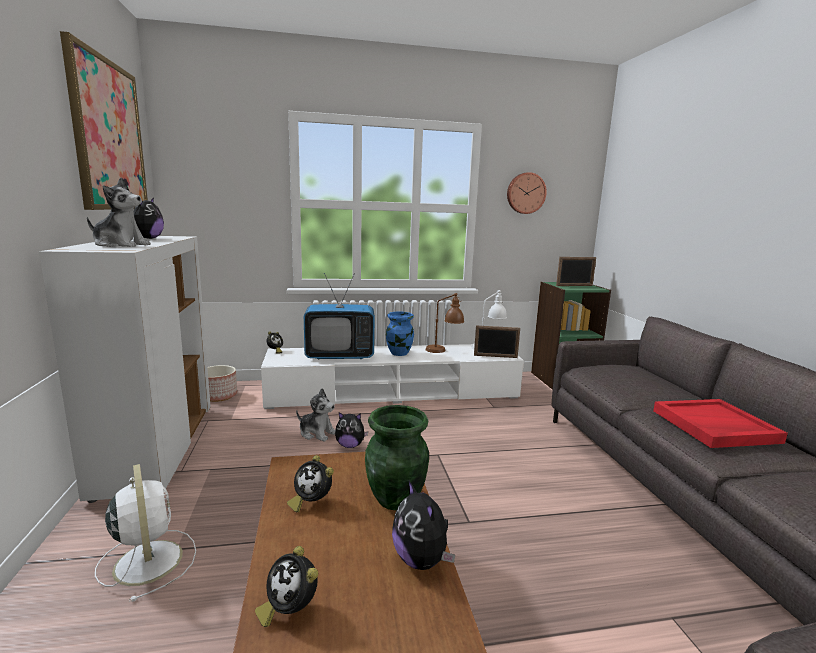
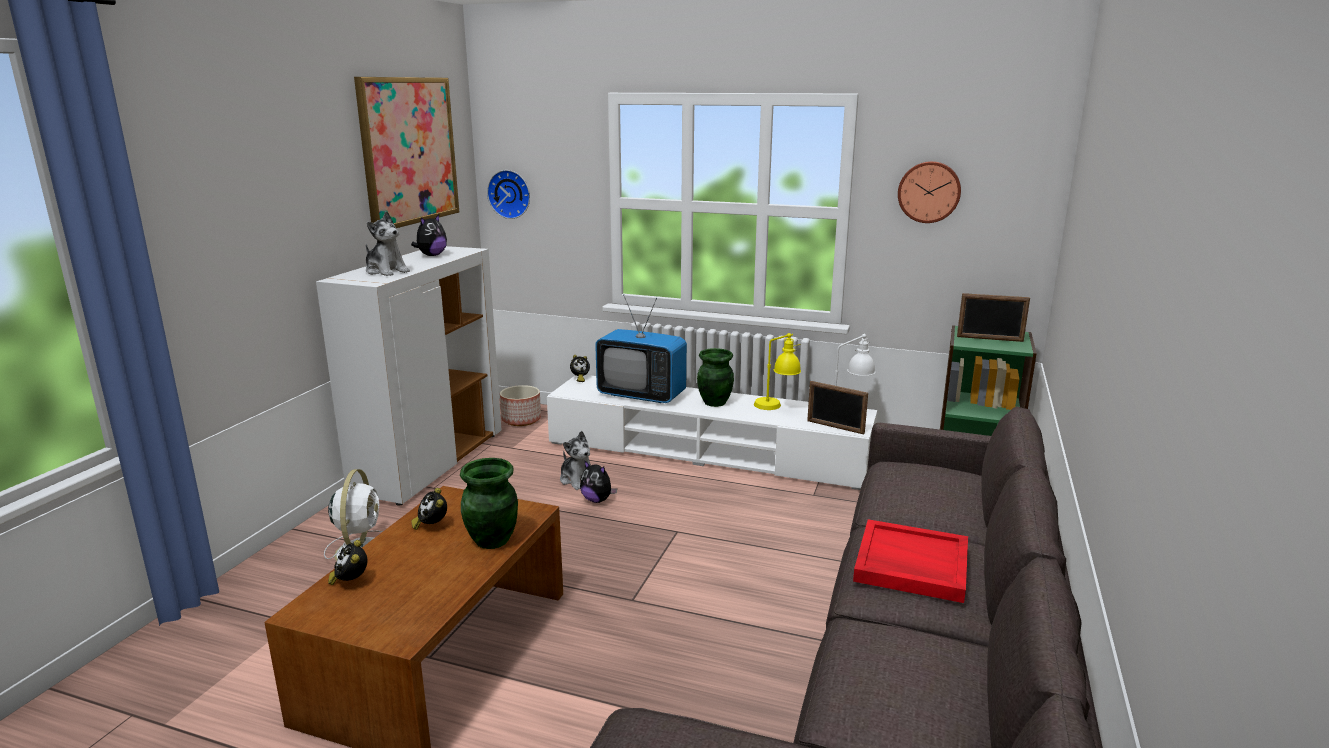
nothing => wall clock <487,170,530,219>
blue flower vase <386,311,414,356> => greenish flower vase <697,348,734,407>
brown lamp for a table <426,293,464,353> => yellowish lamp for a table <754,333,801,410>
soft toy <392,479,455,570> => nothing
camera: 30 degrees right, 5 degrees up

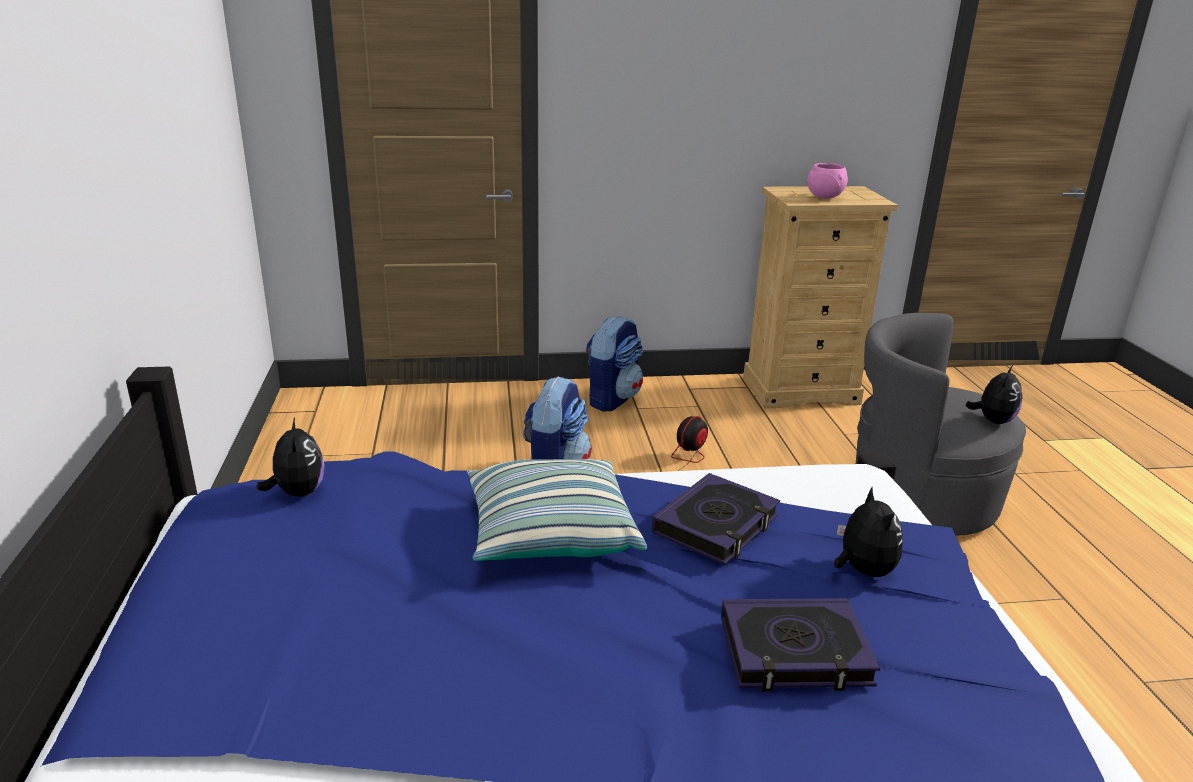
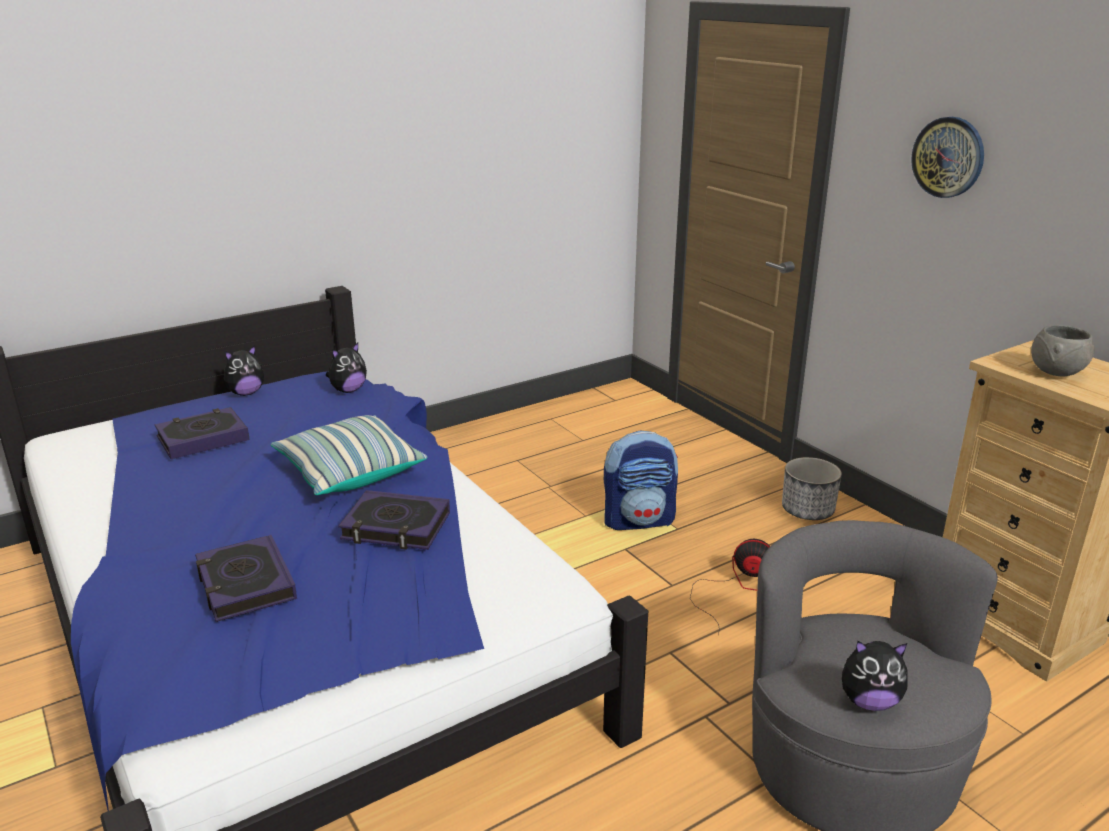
nothing => bound book <155,407,249,459>
soft toy <834,487,903,577> => soft toy <224,345,264,396>, shifted
backpack <586,315,643,412> => planter <782,457,842,520>
nothing => wall clock <911,117,984,198>
pinkish serving bowl <807,163,848,199> => greyish serving bowl <1031,325,1095,376>
camera: 65 degrees right, 0 degrees up

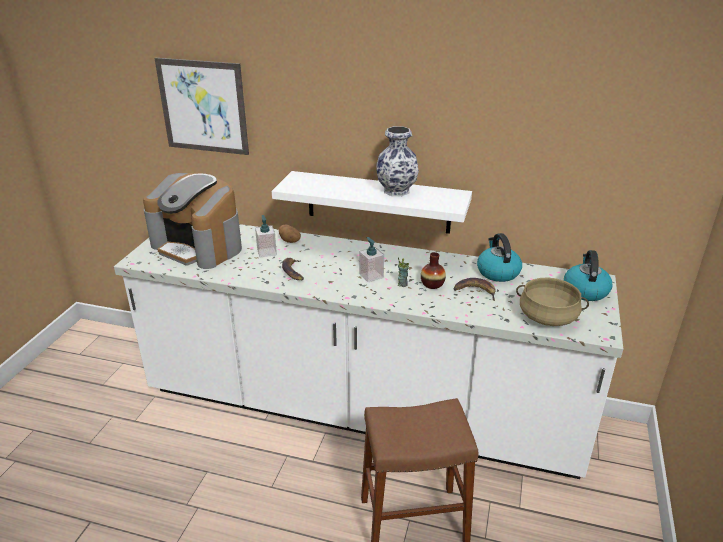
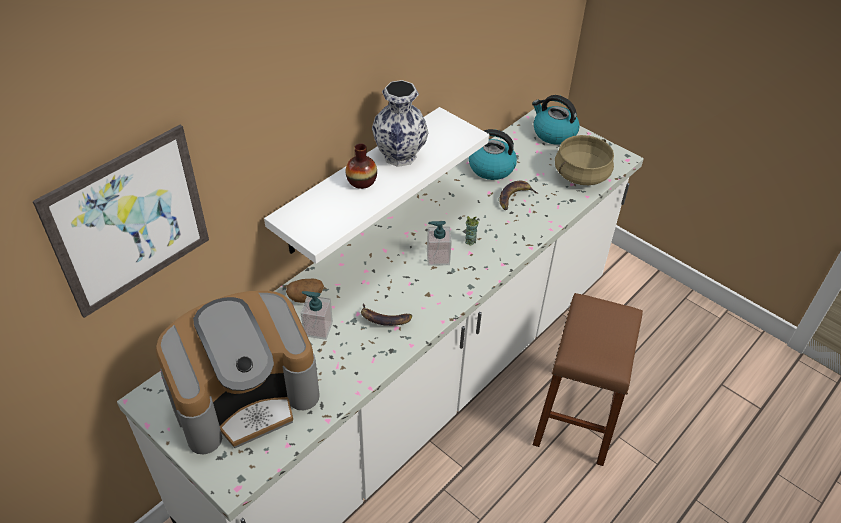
flower vase <421,252,446,289> => flower vase <346,143,377,189>, shifted
camera: 65 degrees left, 15 degrees up

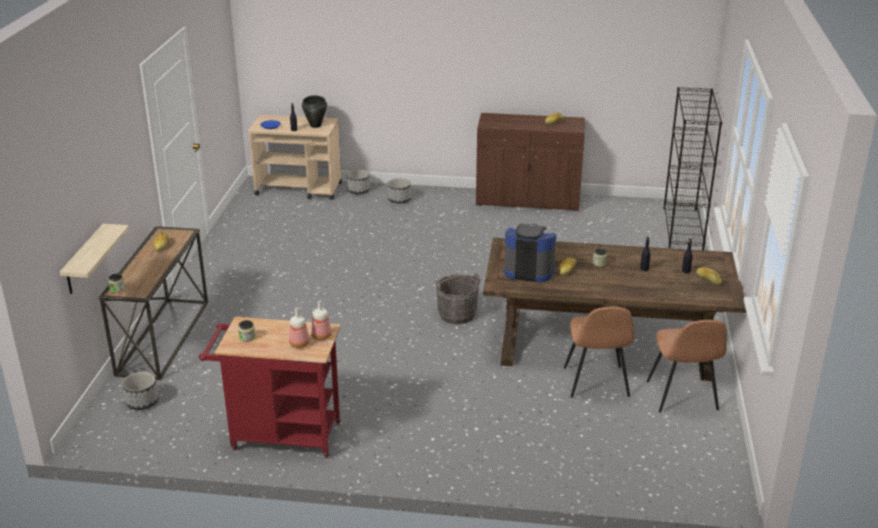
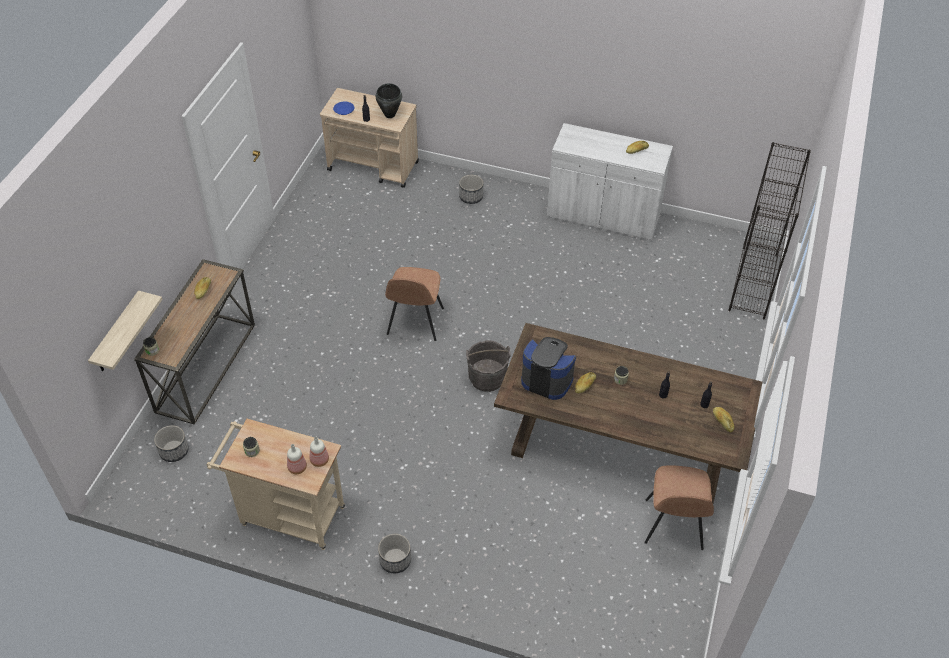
red-coloured cart <199,317,341,458> => beige cart <207,419,345,550>
planter <347,169,370,194> => planter <378,534,411,573>, shifted
brown chair <564,307,634,398> => brown chair <385,267,444,341>, shifted
brown cabinet <476,113,585,211> => whitish cabinet <547,123,673,240>
camera: 10 degrees right, 20 degrees up

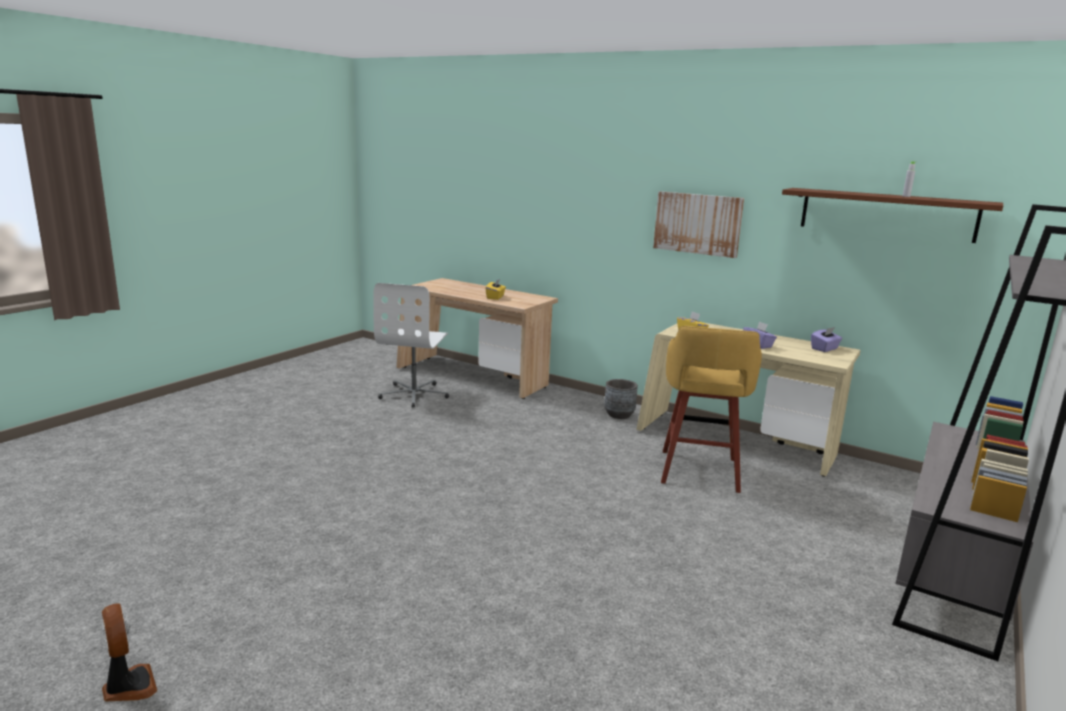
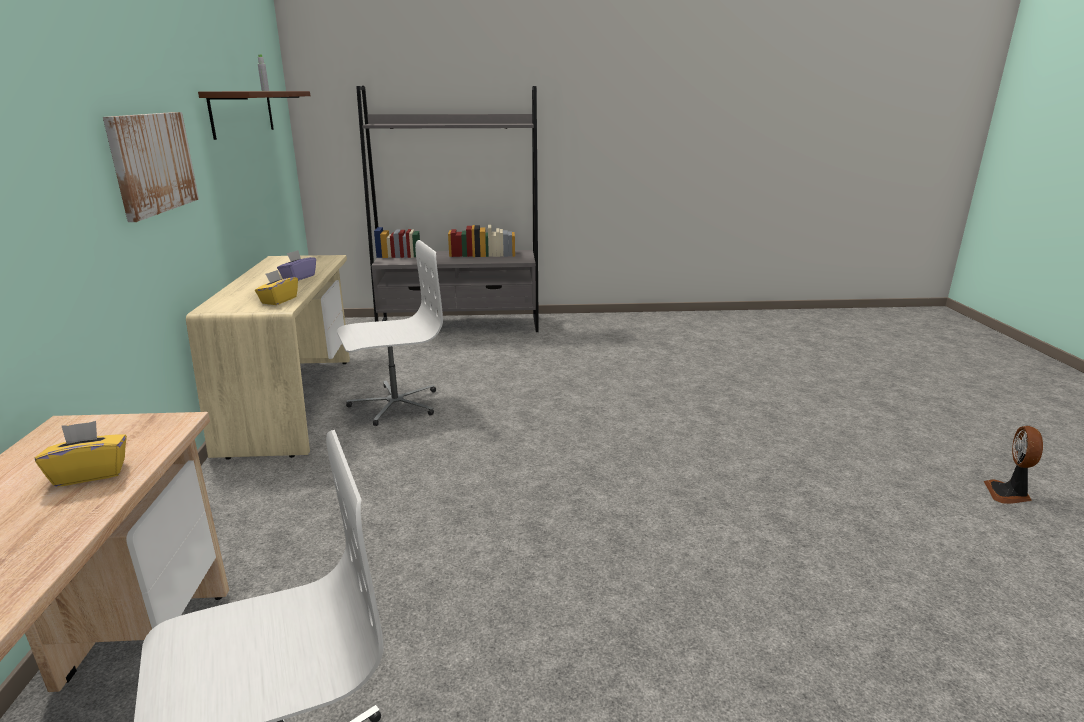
yellowish stool <661,326,762,493> => whitish computer chair <337,240,443,426>
greyish planter <604,379,638,419> => nothing
purple-coloured tissue holder <811,327,842,352> => nothing
camera: 125 degrees left, 5 degrees up

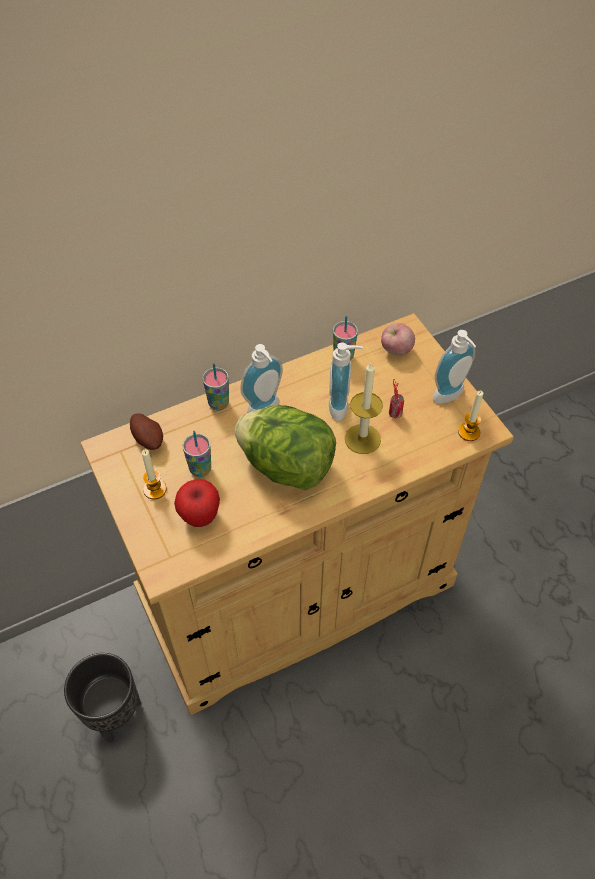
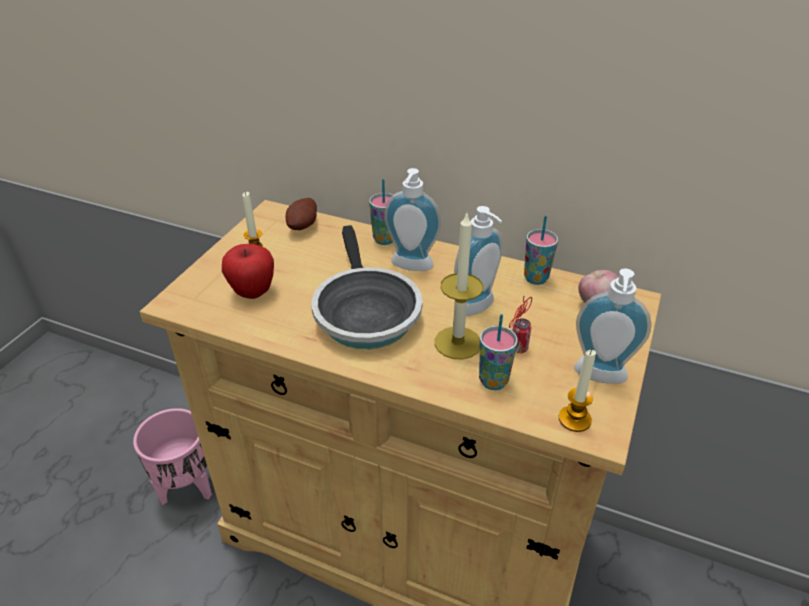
blackish planter <64,653,141,743> => pinkish planter <133,408,212,505>
lettuce head <234,405,336,490> => pan <312,225,423,349>
cup <183,431,211,477> => cup <479,314,518,390>, shifted
camera: 50 degrees right, 15 degrees down

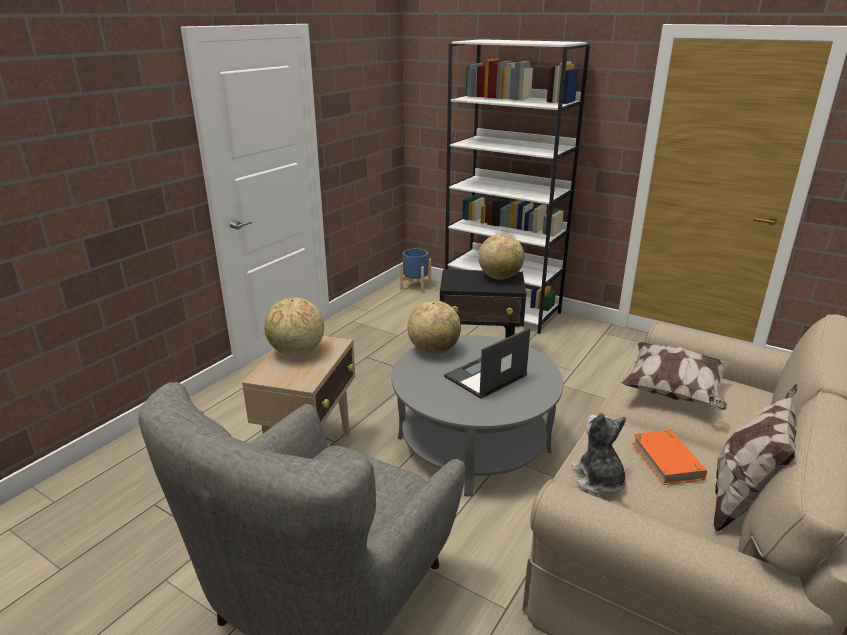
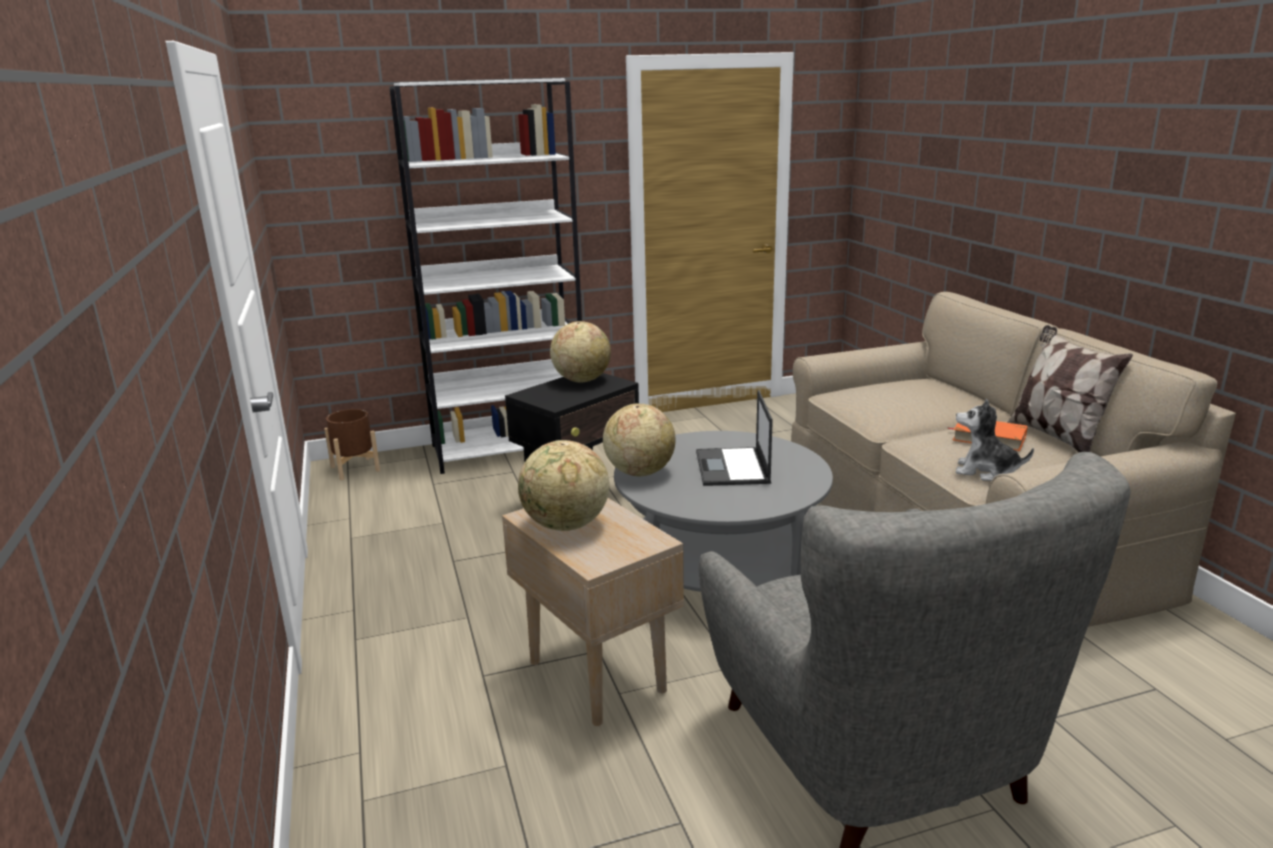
blue planter <399,248,431,293> => brown planter <324,409,380,480>
pillow <622,342,730,410> => nothing
camera: 50 degrees left, 5 degrees down

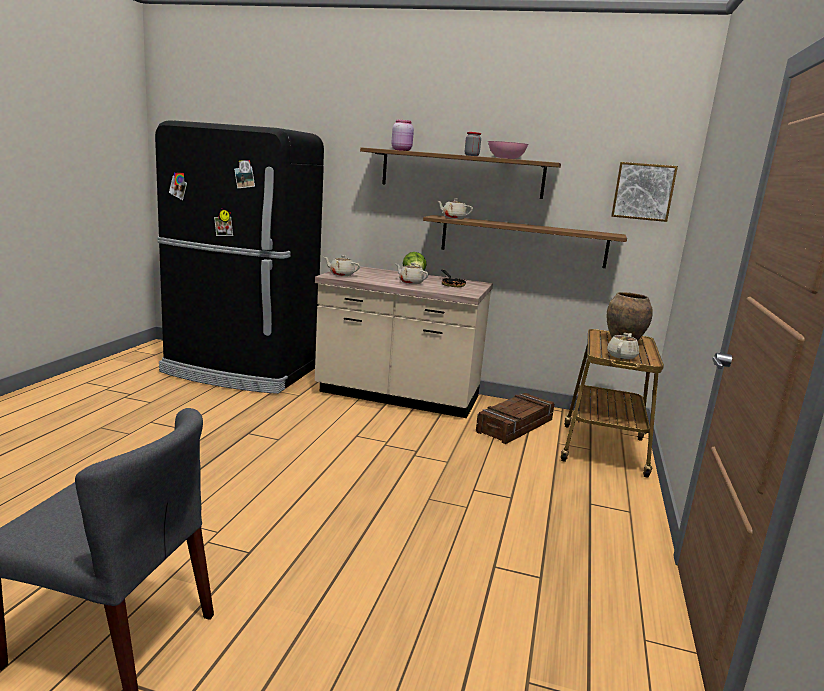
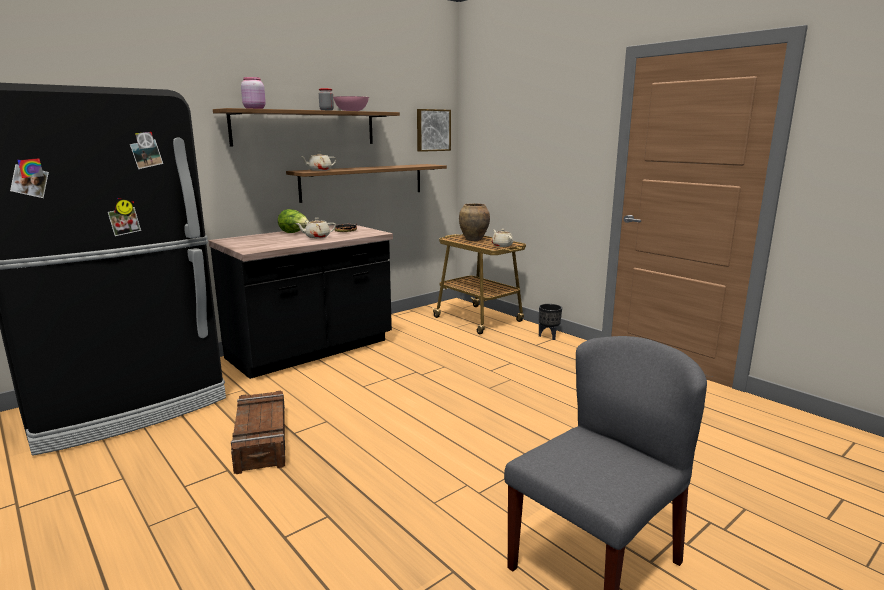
beige kitchen base unit <315,266,493,418> => blackish kitchen base unit <208,223,393,379>
shipping crate <476,393,554,444> => shipping crate <231,391,285,474>, shifted
nothing => blackish planter <539,304,562,340>
beige teapot <324,255,360,276> => nothing
camera: 55 degrees left, 0 degrees up

